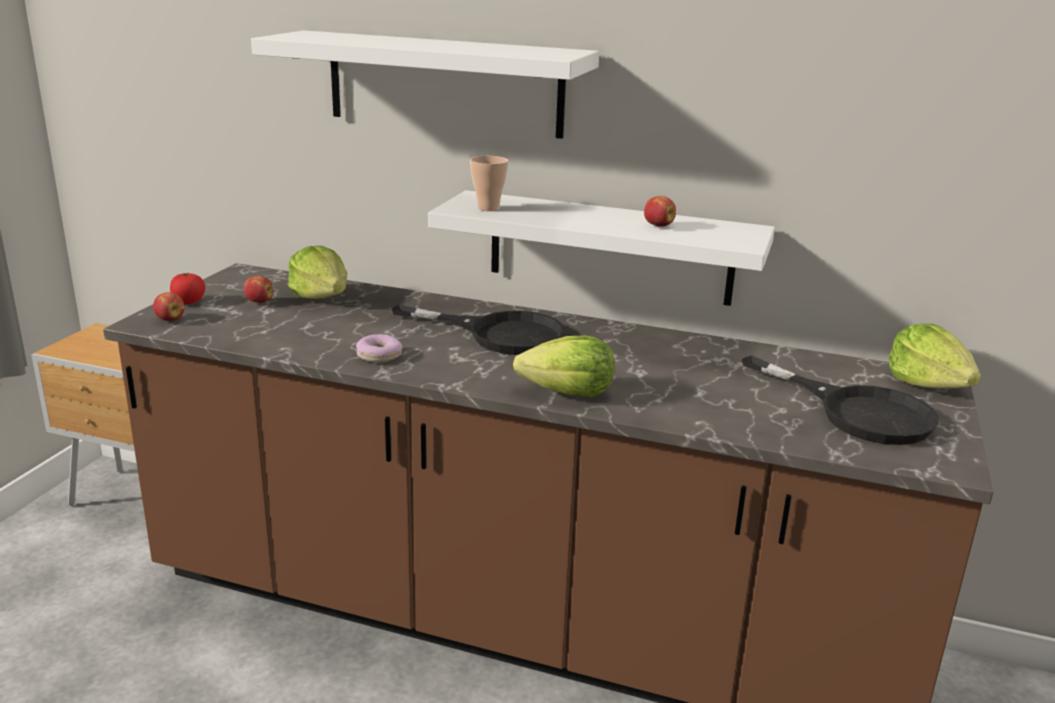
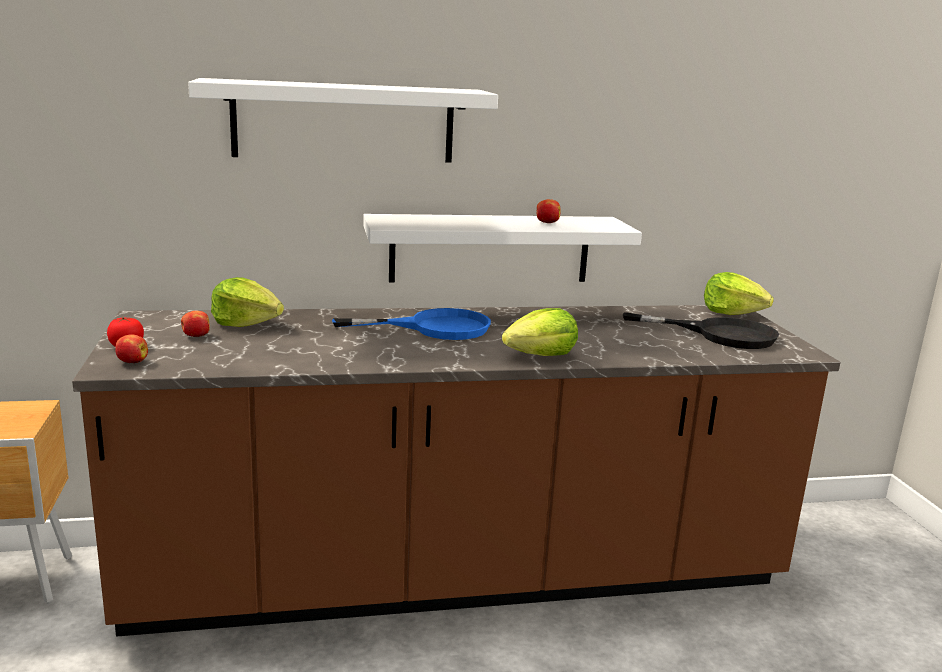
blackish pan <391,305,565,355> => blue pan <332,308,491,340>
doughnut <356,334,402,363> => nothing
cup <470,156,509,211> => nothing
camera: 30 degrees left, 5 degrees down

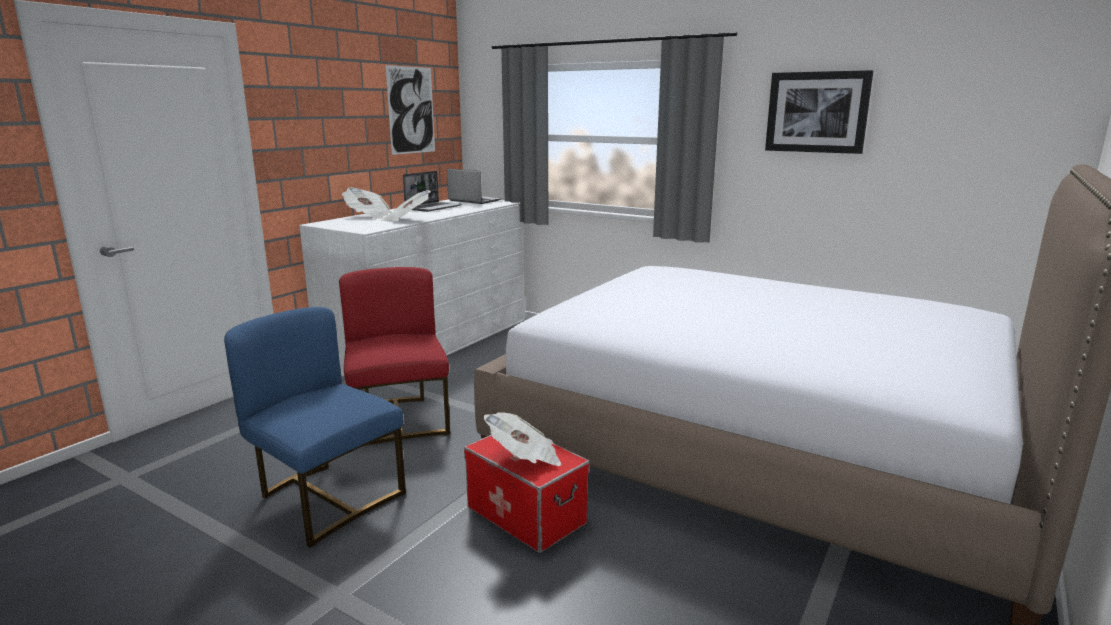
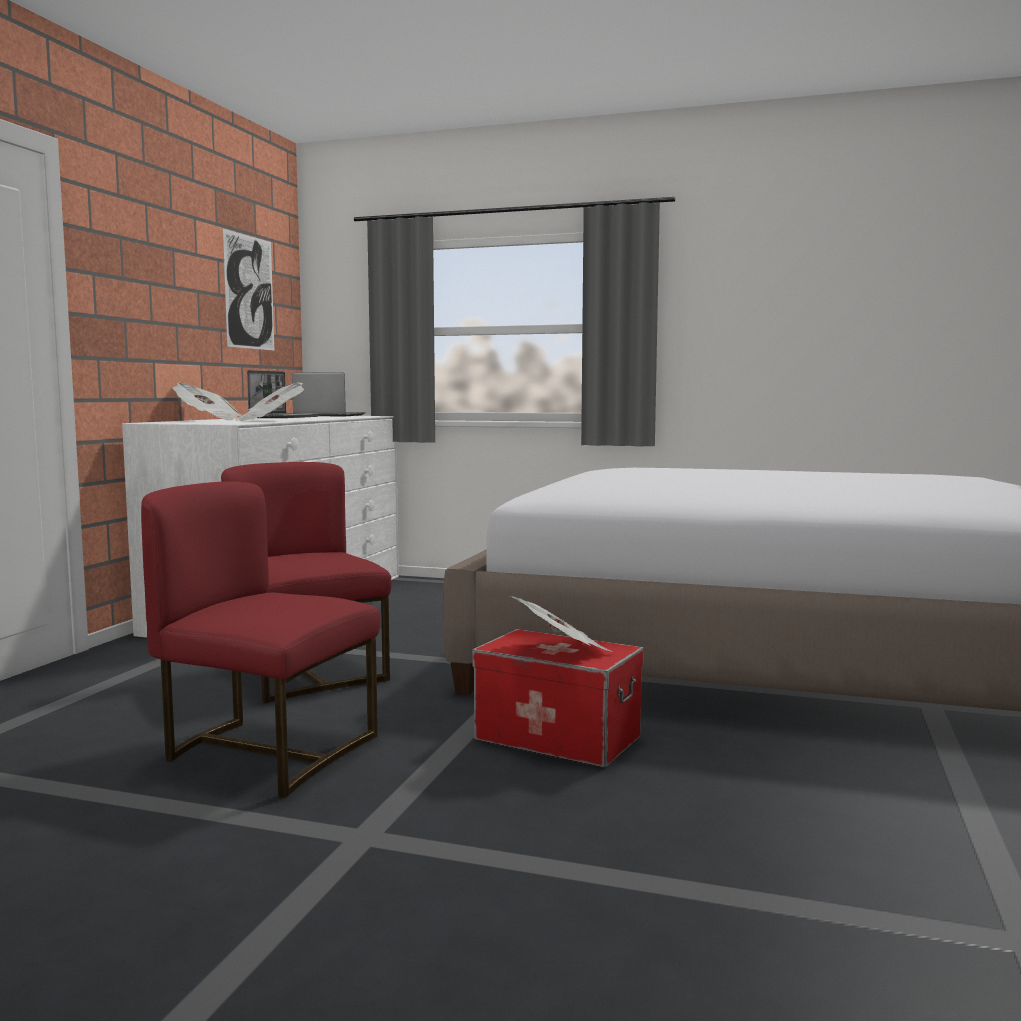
blue chair <224,307,406,547> => red-coloured chair <141,481,380,798>
picture <765,70,873,154> => nothing
camera: 15 degrees left, 10 degrees down

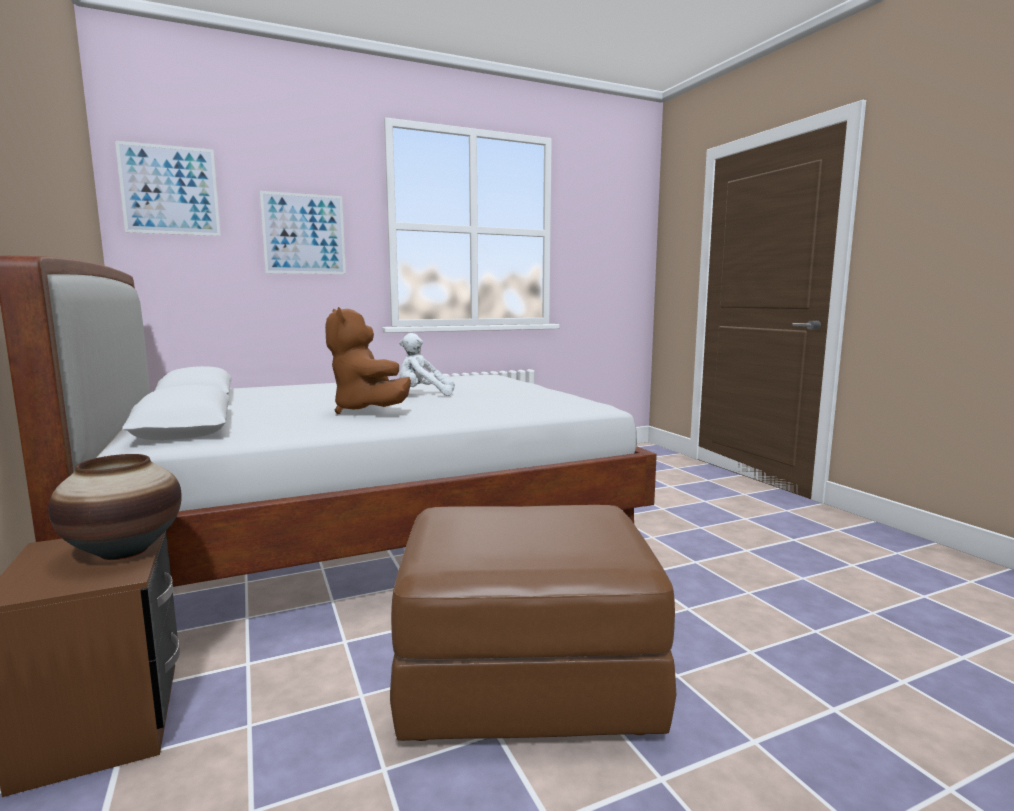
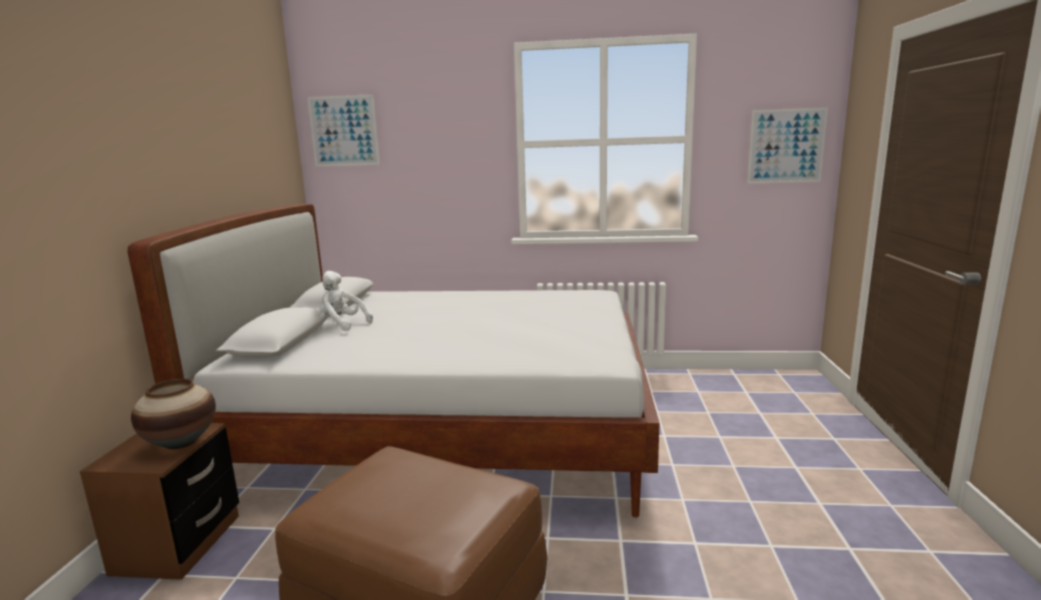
whitish soft toy <399,333,454,396> => whitish soft toy <315,271,373,331>, shifted
picture <260,191,346,274> => picture <747,107,828,184>, shifted
brown soft toy <325,307,411,414> => nothing
camera: 30 degrees right, 5 degrees up

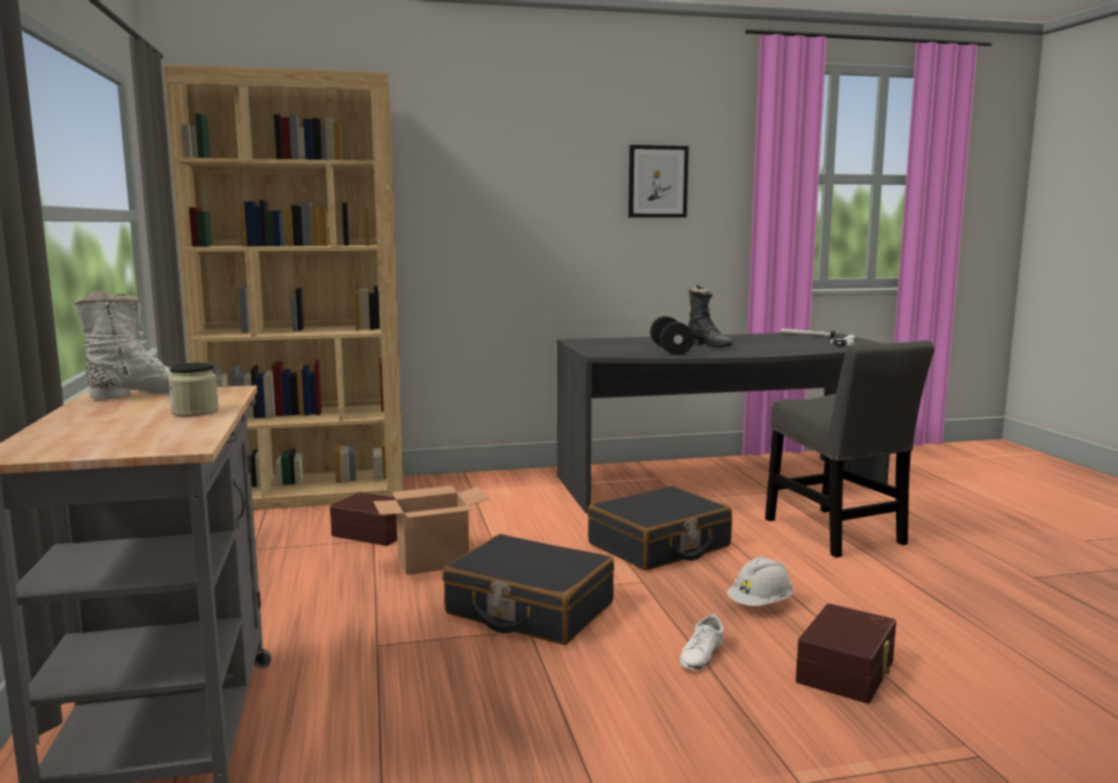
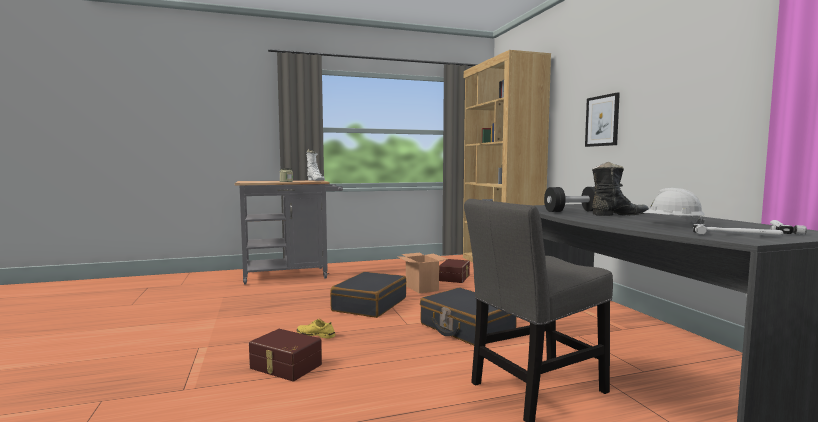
whitish shoe <680,613,724,671> => yellowish shoe <297,319,335,339>
picture <628,145,689,218> => picture <585,92,620,147>, shifted
blackish boot <688,285,733,347> => blackish boot <592,162,649,216>, 150 degrees counterclockwise
whitish work helmet <727,556,794,606> => whitish work helmet <643,188,706,224>, shifted
camera: 85 degrees right, 5 degrees down

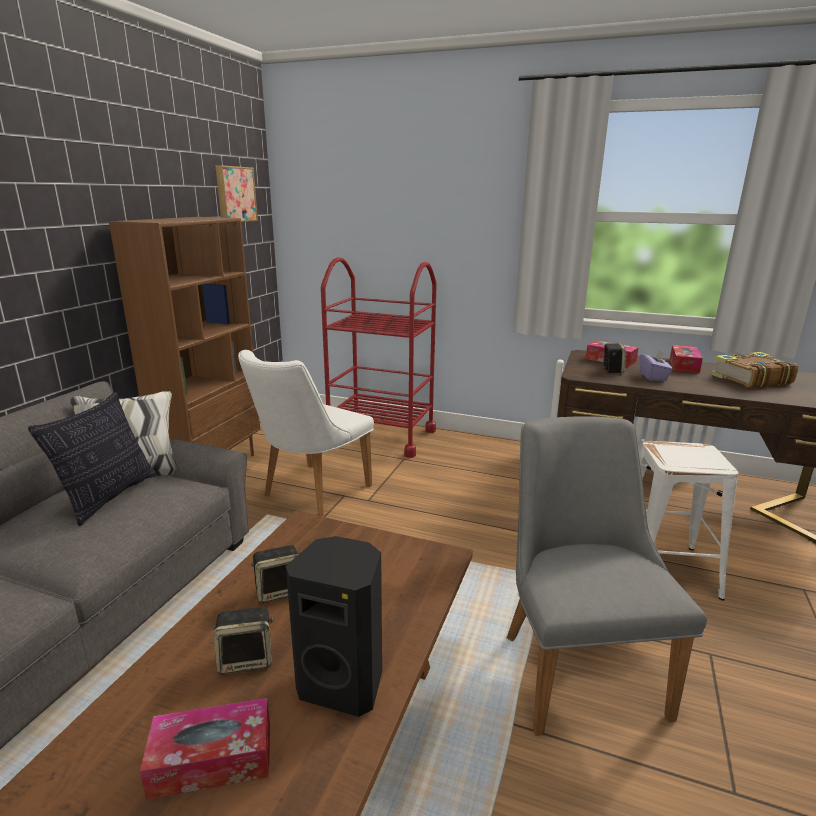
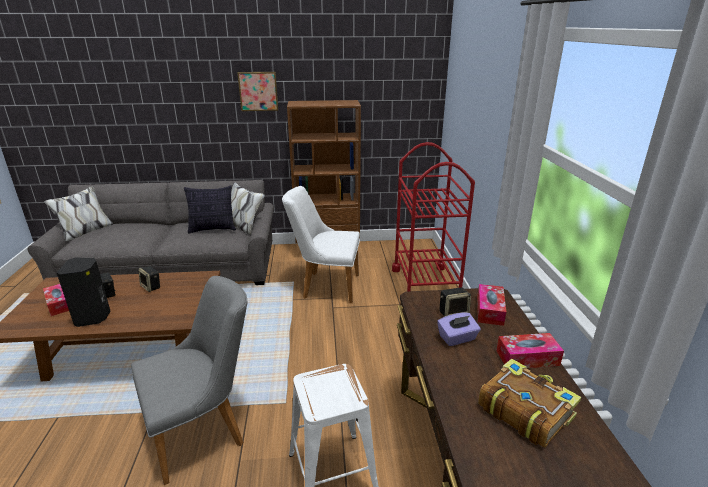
picture <215,165,258,222> => picture <237,72,278,111>, shifted
camera: 65 degrees right, 5 degrees up

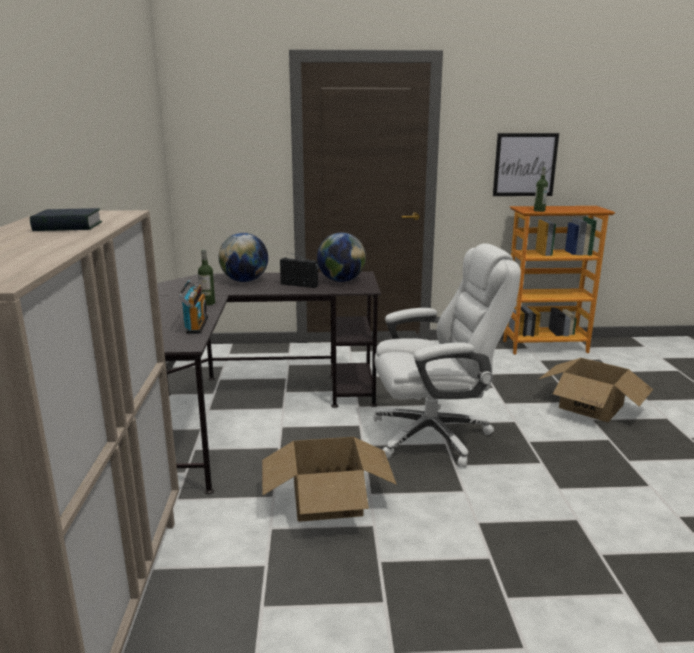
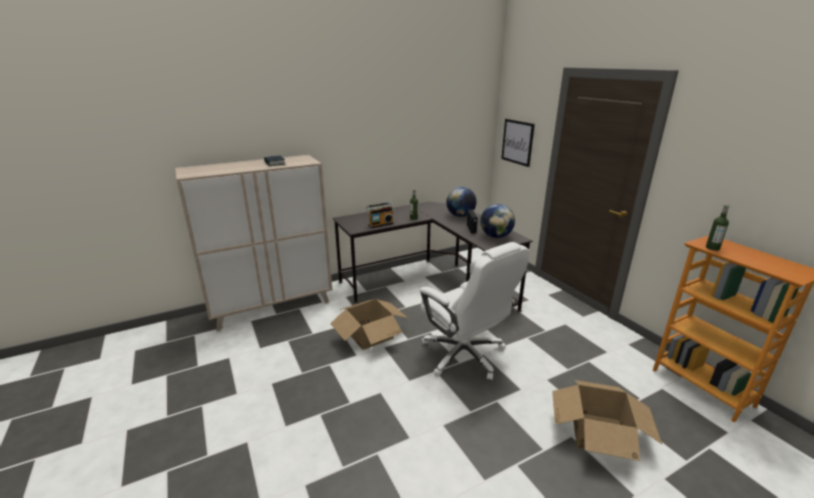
picture <493,133,559,196> => picture <501,119,535,167>, shifted
camera: 65 degrees right, 5 degrees up

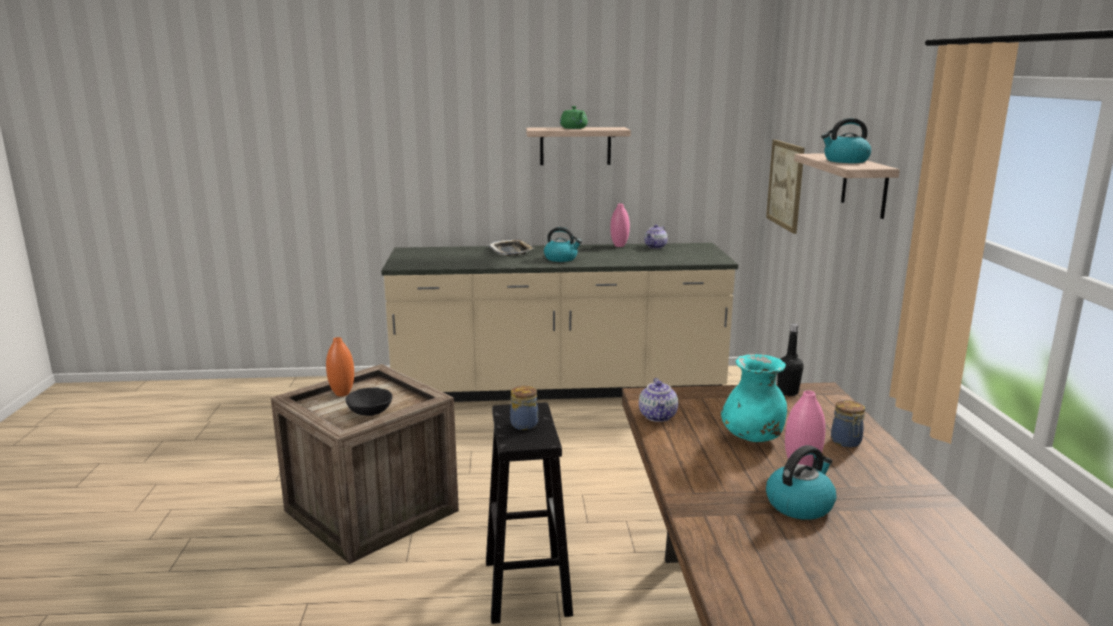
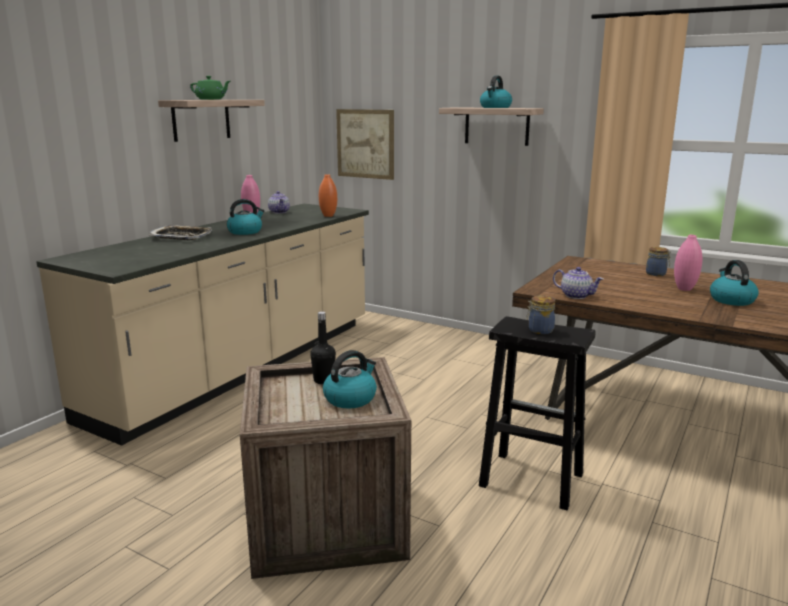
blackish drink bottle <778,323,804,396> => blackish drink bottle <310,311,336,384>, shifted
orange-coloured flower vase <326,337,354,397> => orange-coloured flower vase <319,174,337,217>, shifted
blackish serving bowl <345,387,393,416> => kettle <323,350,377,408>
blue-green flower vase <721,354,787,442> => nothing
camera: 55 degrees left, 0 degrees up

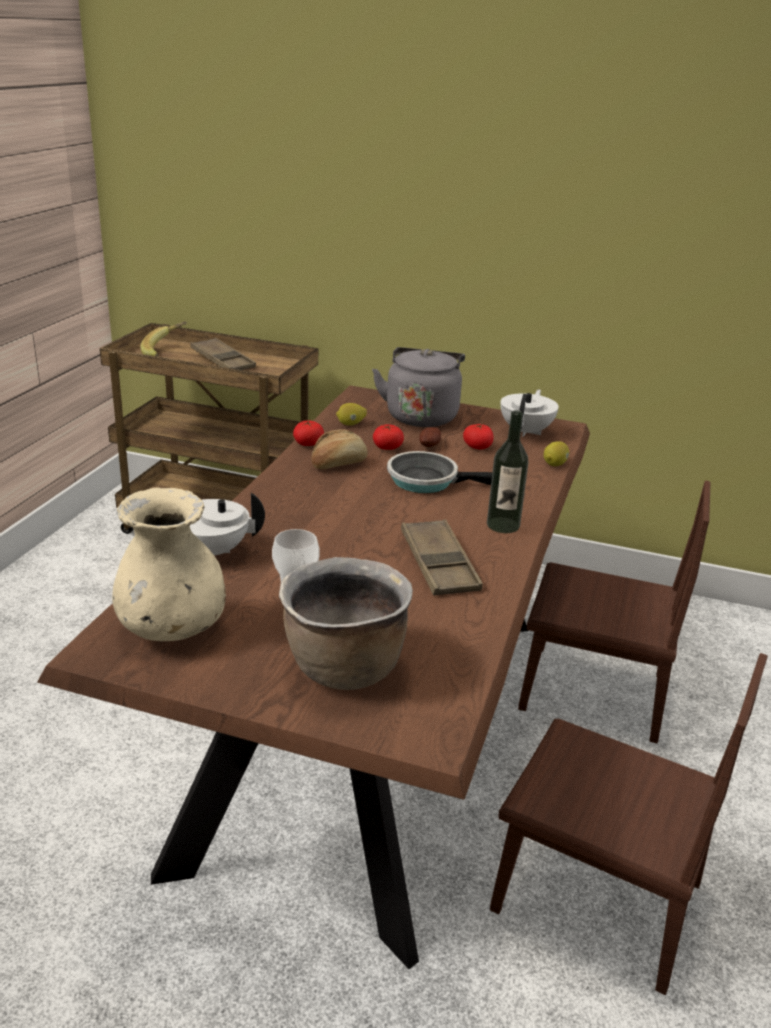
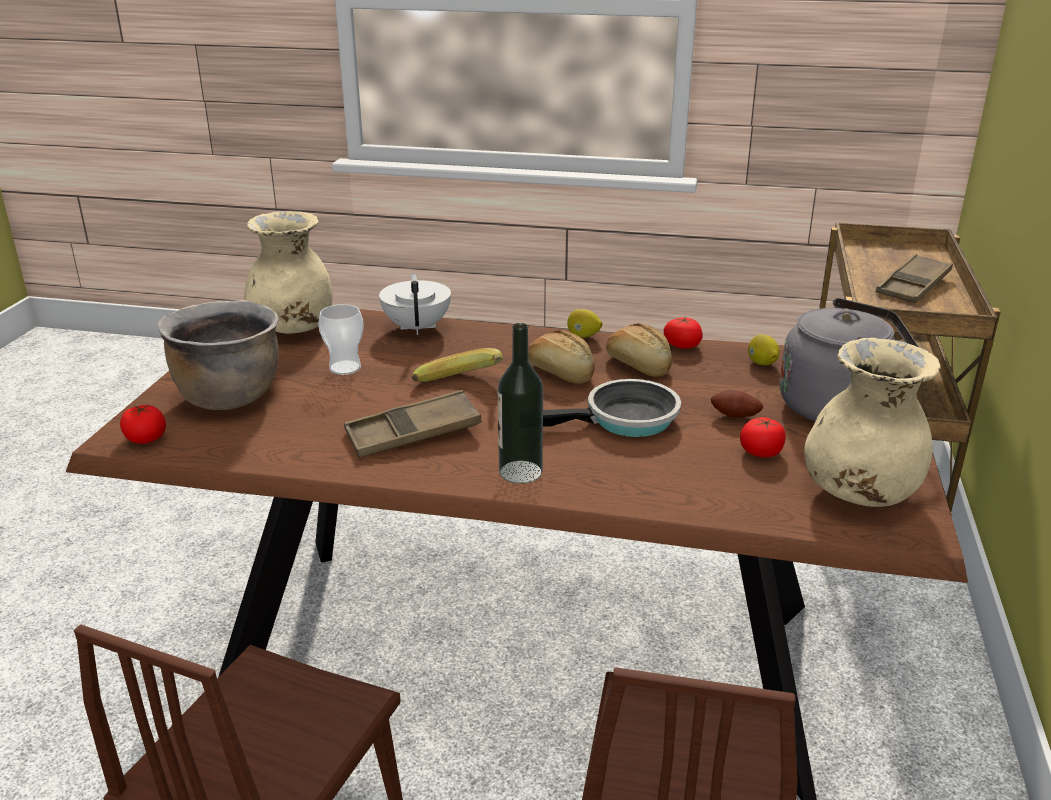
fresh tomato <373,424,404,450> => fresh tomato <120,405,166,444>, shifted
banana fruit <140,322,187,357> => banana fruit <412,348,503,382>, shifted
nothing => baked bread <528,330,595,384>
pan <387,451,492,493> => pan <543,379,681,437>, 75 degrees clockwise
citrus fruit <544,441,569,466> => citrus fruit <567,309,602,338>, shifted
whitish teapot <501,390,559,437> => beige flower vase <804,338,941,507>
camera: 85 degrees right, 0 degrees up

